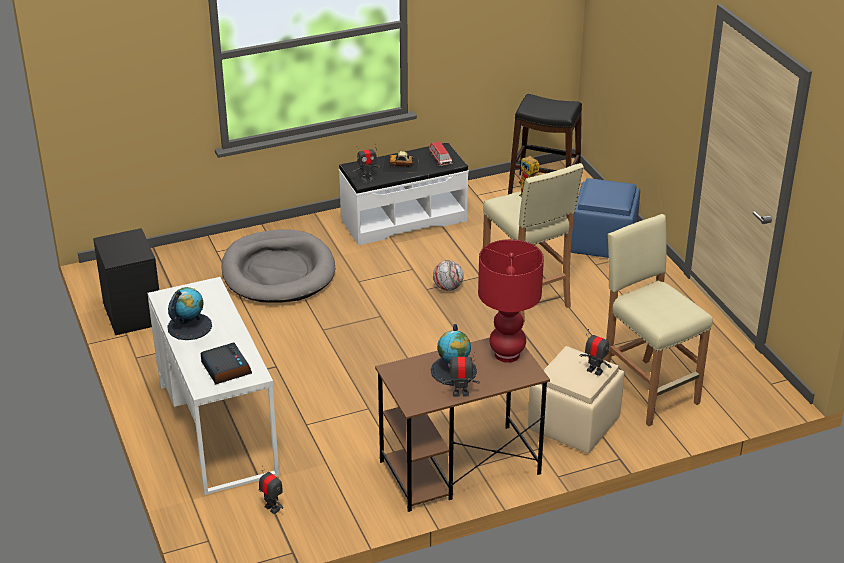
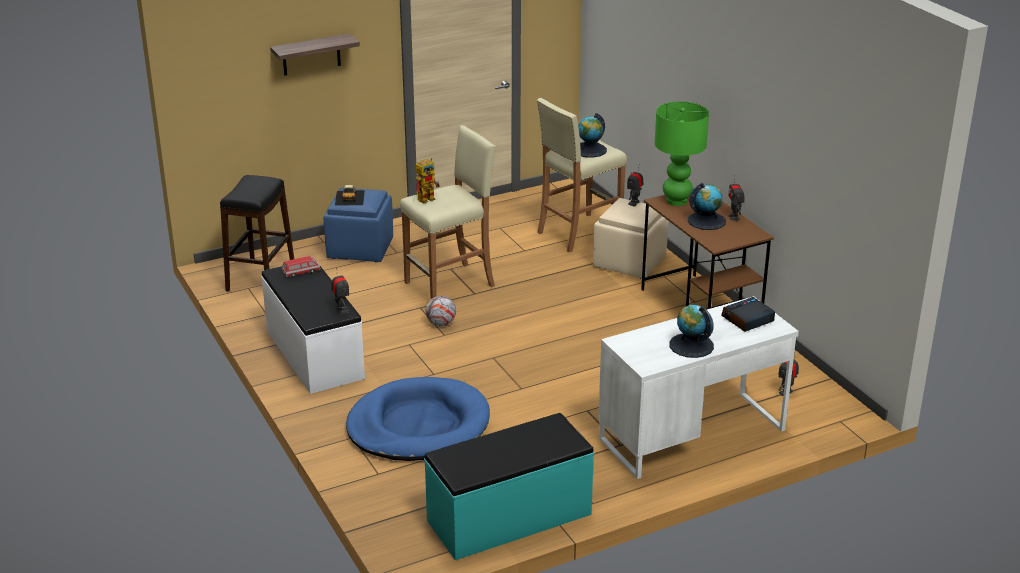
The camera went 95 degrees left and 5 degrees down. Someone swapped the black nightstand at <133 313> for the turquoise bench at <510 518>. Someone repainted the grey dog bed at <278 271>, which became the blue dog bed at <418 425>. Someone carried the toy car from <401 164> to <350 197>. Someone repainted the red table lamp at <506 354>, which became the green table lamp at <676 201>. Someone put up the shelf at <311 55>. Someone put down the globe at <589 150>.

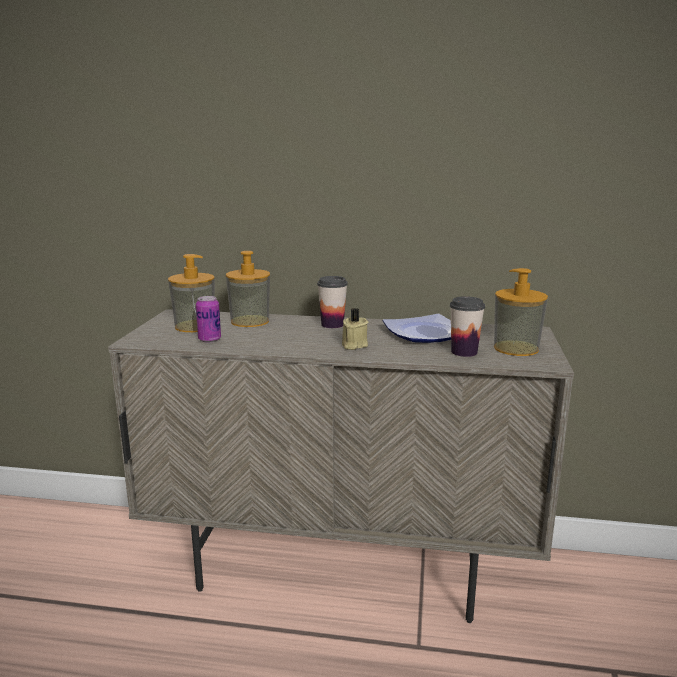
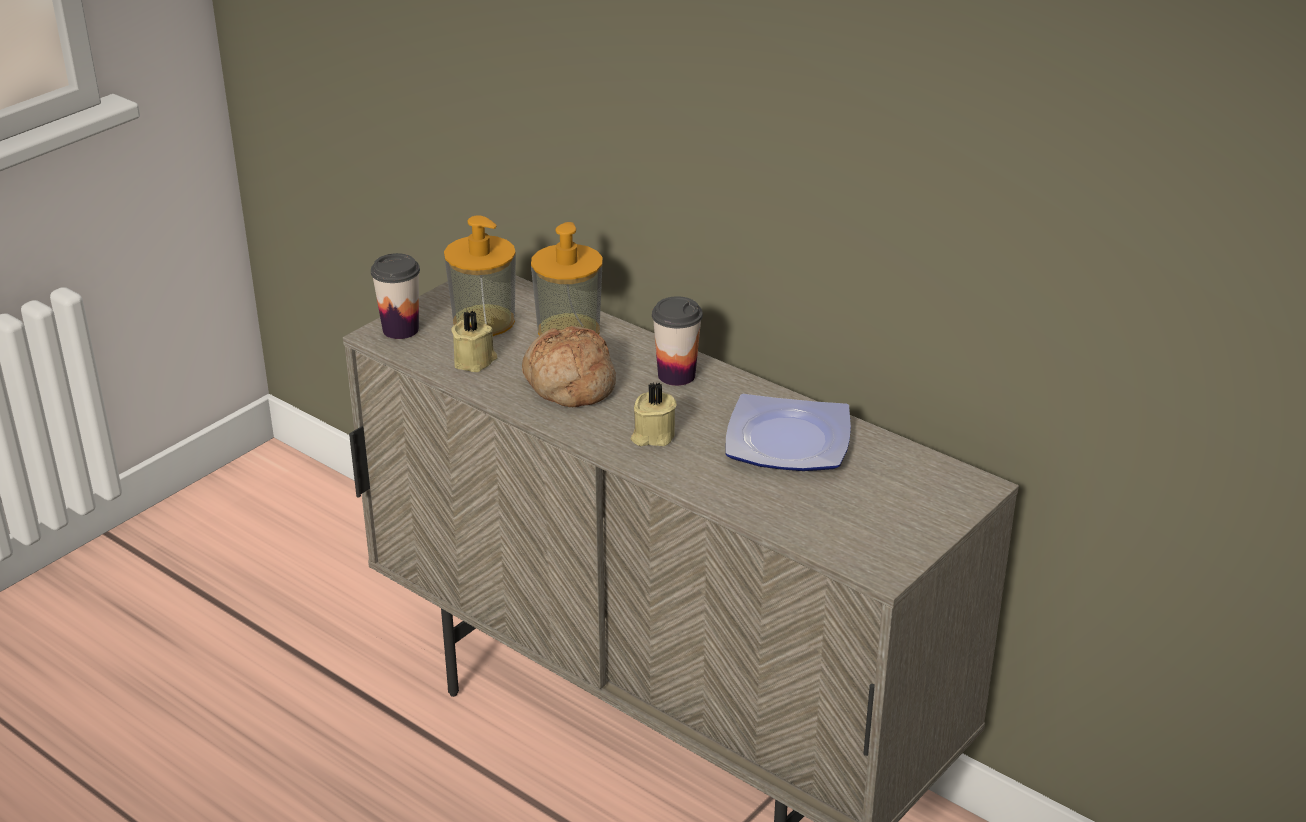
The camera went 30 degrees right and 15 degrees up. Someone swapped the can at <209 339> for the beige candle at <475 361>. Someone carried the cup from <464 352> to <400 329>. Someone took away the soap dispenser at <516 348>. Someone put down the bread at <568 384>.

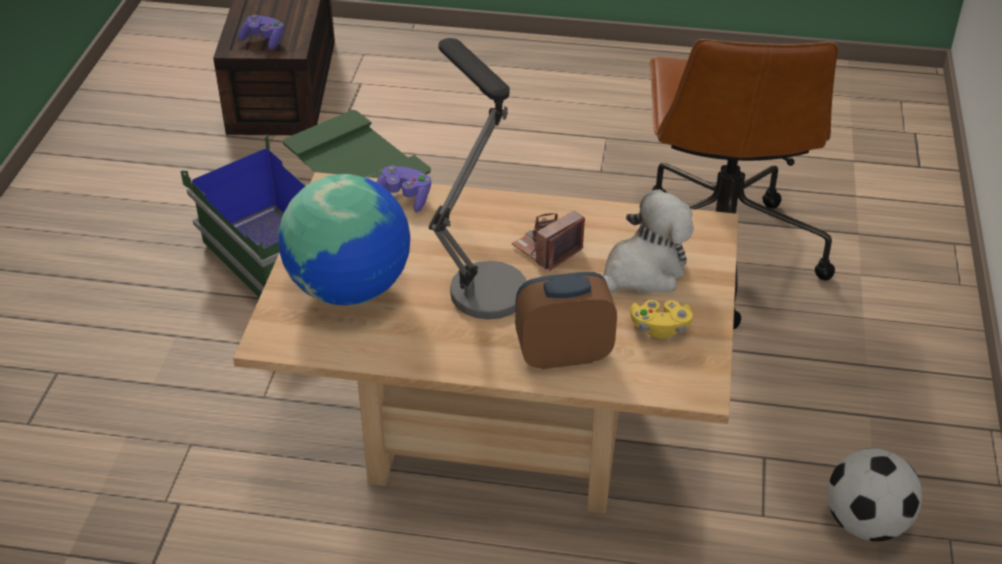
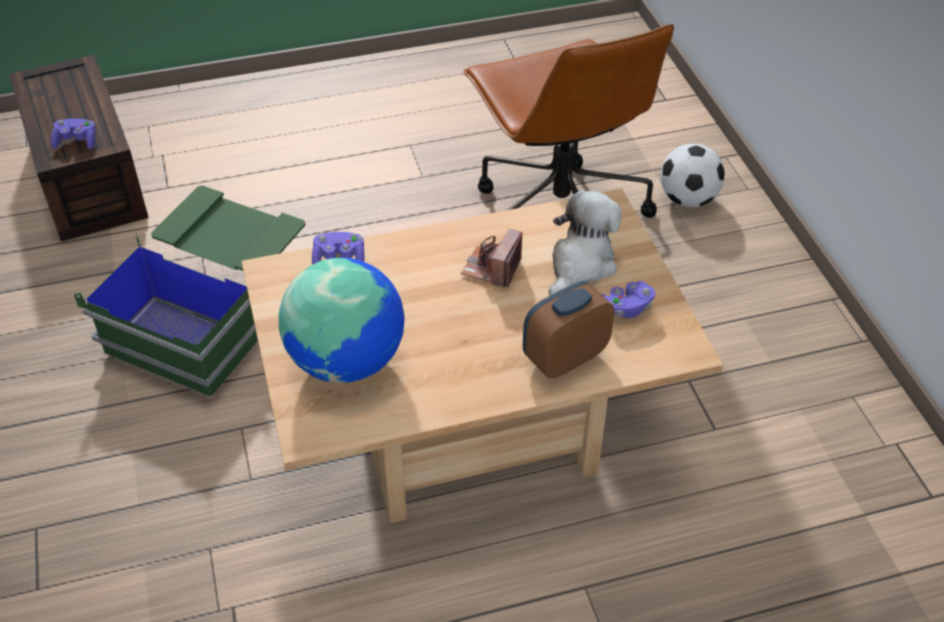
The camera went 25 degrees left and 5 degrees up. Someone took away the table lamp at <480 277>. Someone repainted the yellow game controller at <660 328>, which became the purple game controller at <625 308>. Someone carried the football from <866 523> to <688 199>.

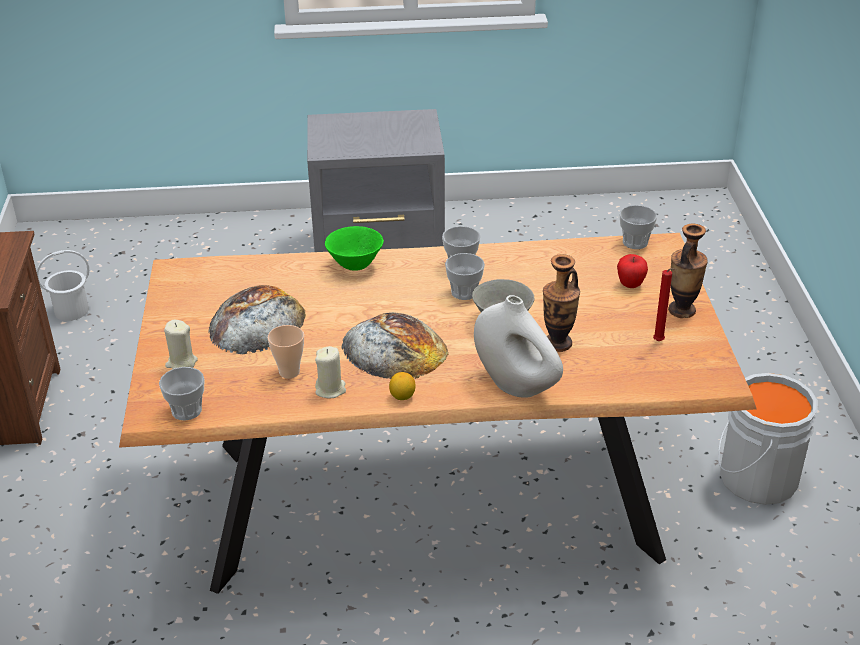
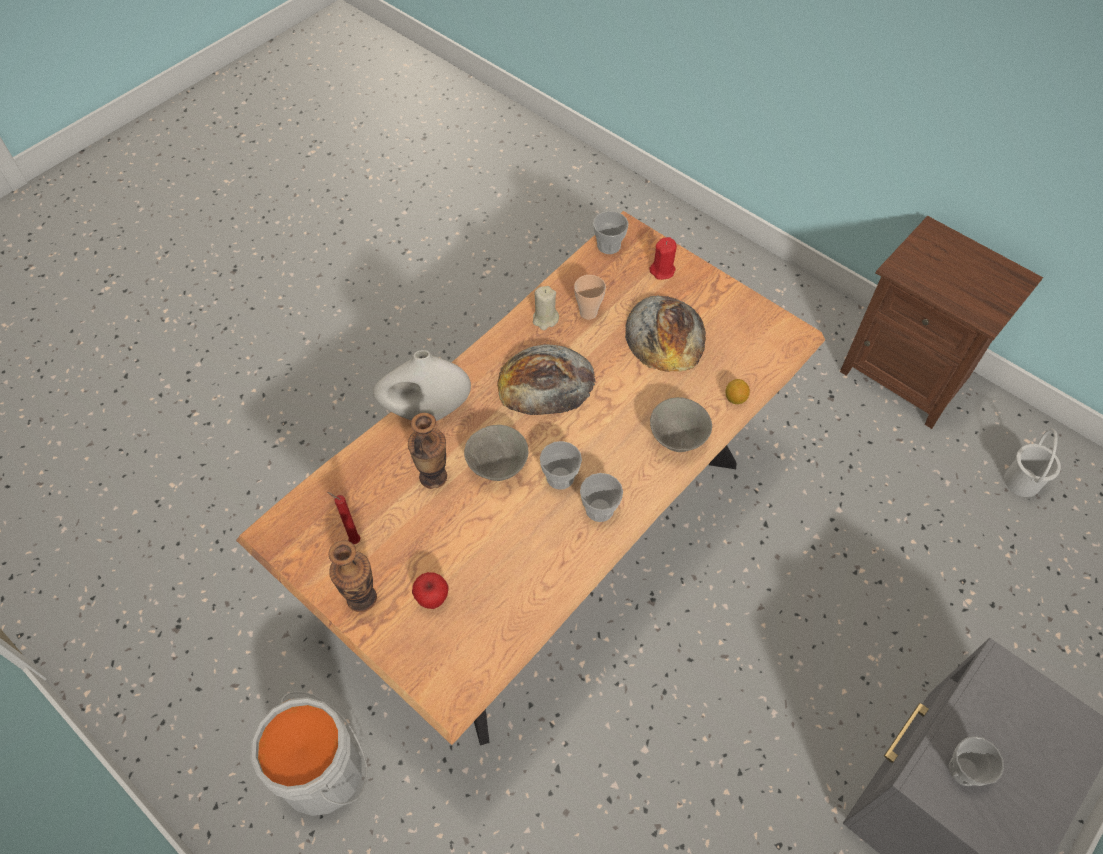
The camera went 135 degrees right and 20 degrees up. Someone repainted the beige candle at <181 363>, which became the red candle at <662 271>. Someone repainted the green bowl at <355 265>, which became the grey bowl at <677 440>. Someone carried the lemon from <402 396> to <735 398>. Someone carried the cup from <635 242> to <964 770>.

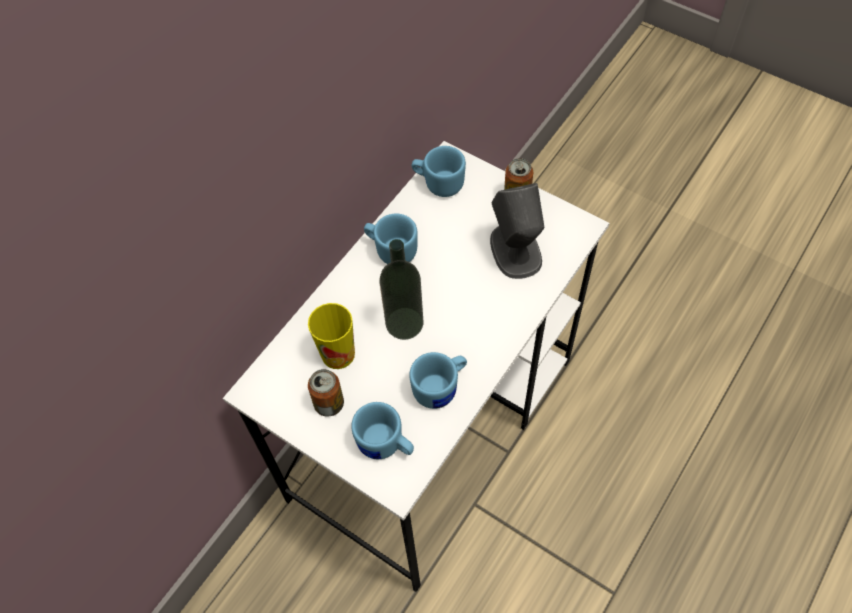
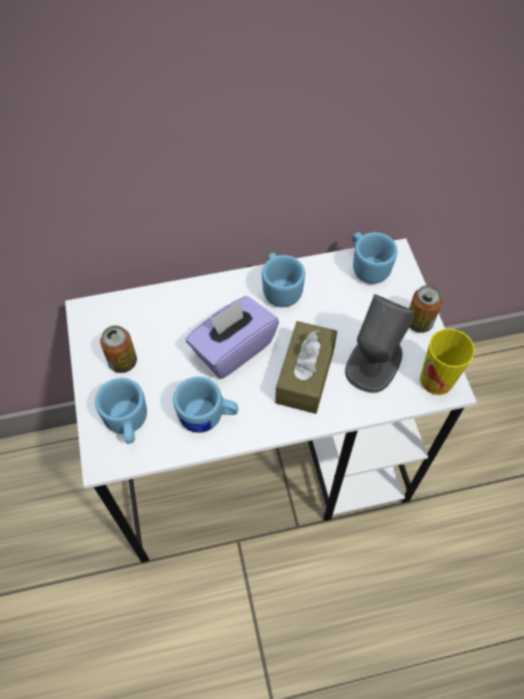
The camera went 40 degrees right and 0 degrees up. Someone carried the cup from <338 354> to <436 380>. Someone swapped the bottle at <404 323> for the purple tissue box at <233 349>. Someone put down the brown tissue box at <305 375>.

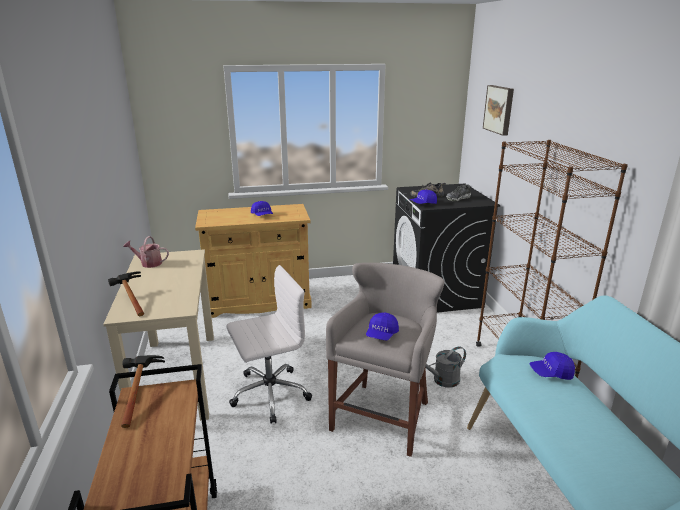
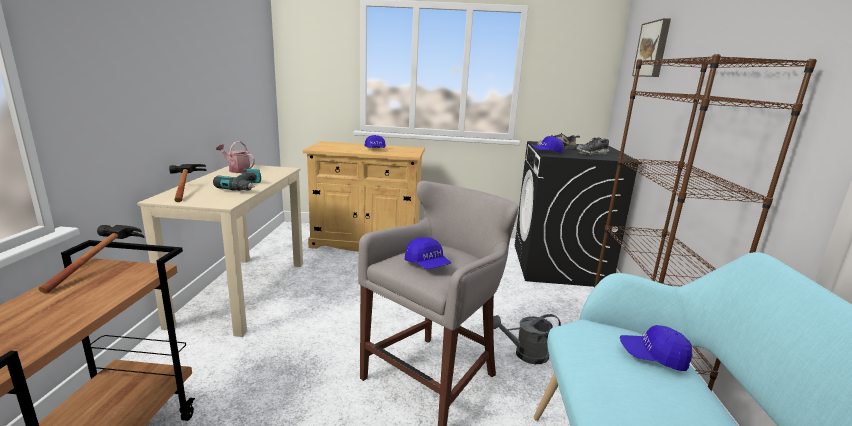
The camera went 15 degrees right and 5 degrees down. Someone took away the white office chair at <269 394>. Someone rotated the blue cap at <381 335> by 75 degrees counterclockwise. Someone put down the power drill at <244 187>.

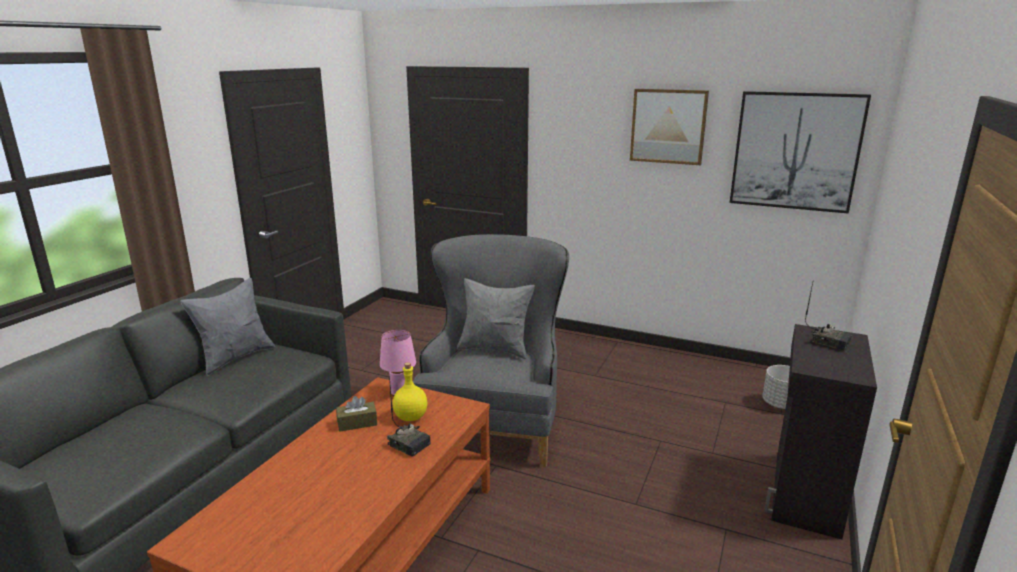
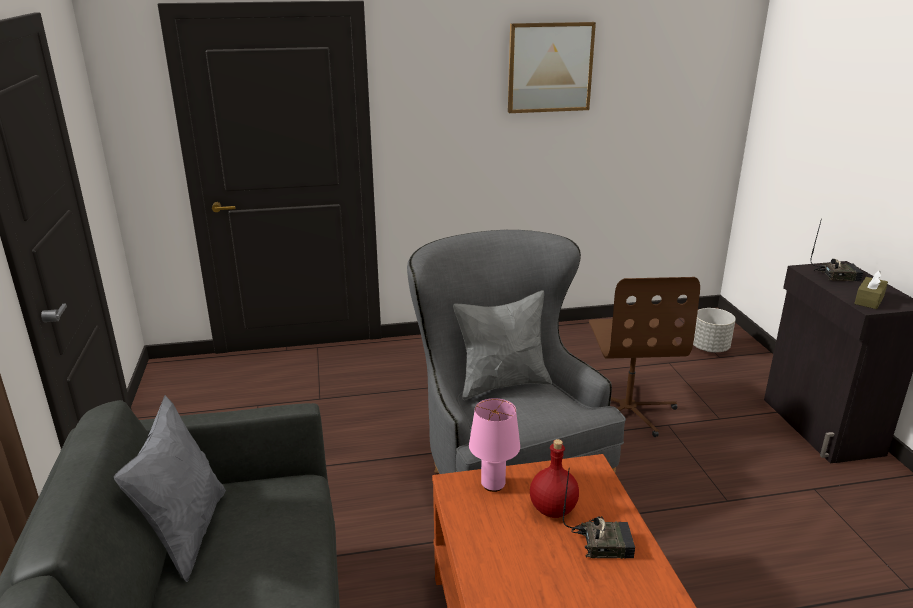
The camera went 35 degrees left and 5 degrees up. Someone carried the brown tissue box from <357 423> to <869 300>. Someone repainted the yellow bottle at <410 417>, which became the red bottle at <553 510>. Someone took away the picture at <795 151>. Someone put down the brown office chair at <628 410>.

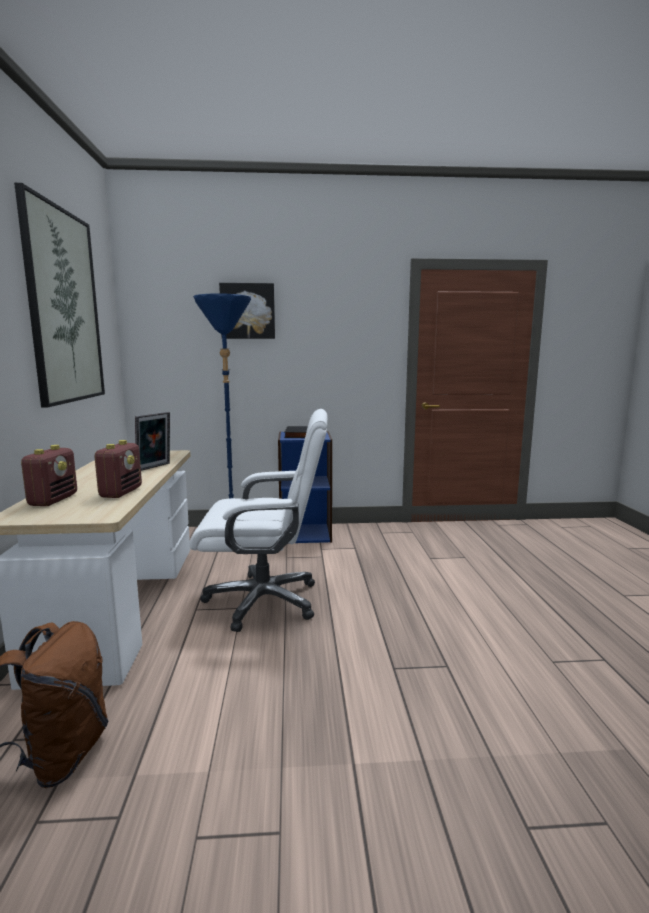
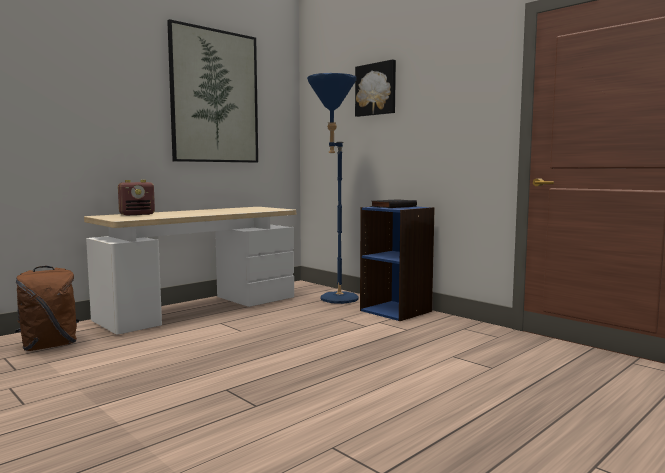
The camera went 50 degrees right and 5 degrees down. Someone took away the radio at <121 492>. Someone took away the picture frame at <155 467>. Someone took away the white office chair at <264 600>.

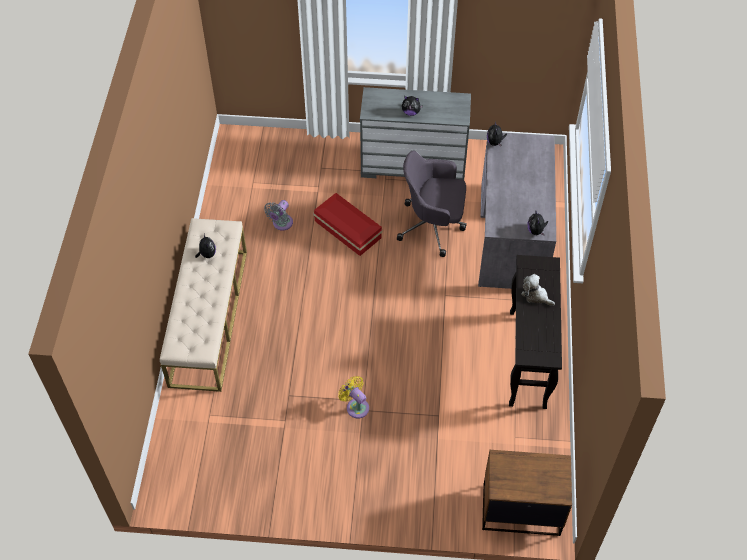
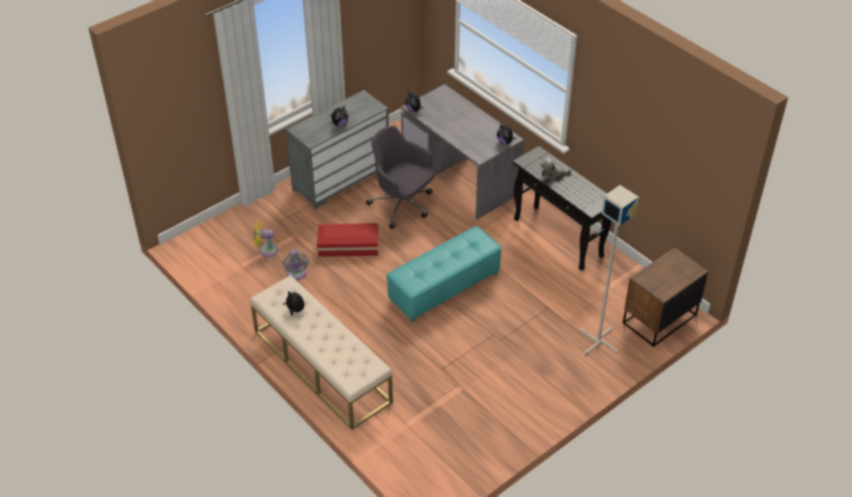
The camera went 45 degrees left and 10 degrees down. Someone carried the yellow fan from <356 406> to <266 250>. Someone rotated the grey office chair at <433 226> by 75 degrees clockwise. Someone put down the turquoise ottoman at <444 287>. Someone put down the grey floor lamp at <598 340>.

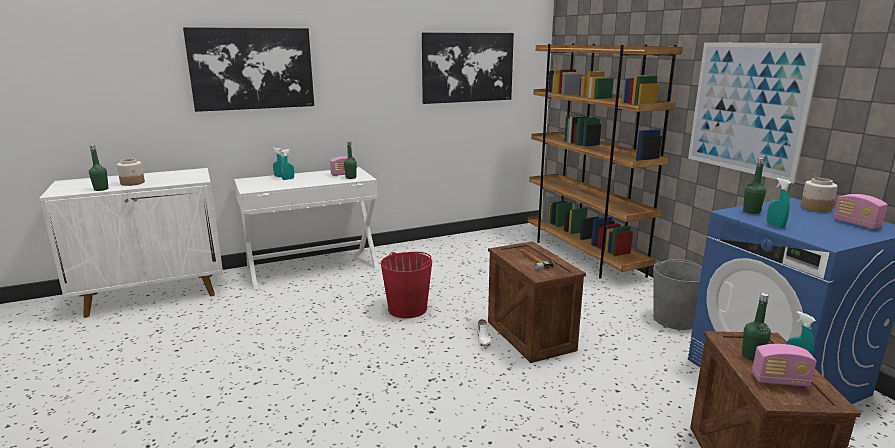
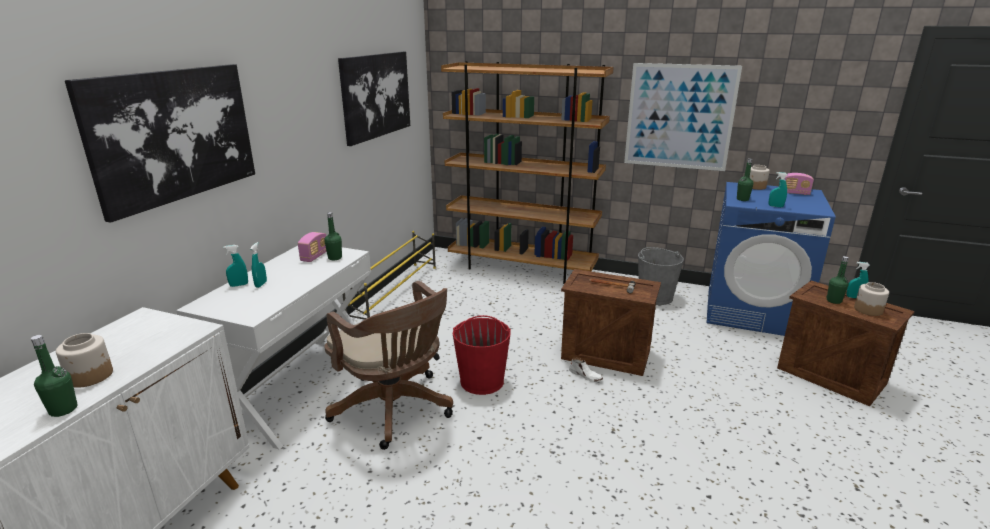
The camera went 45 degrees left and 5 degrees up. Someone swapped the radio at <780 381> for the jar at <868 310>. Someone put down the brown office chair at <395 410>. Someone put down the yellow shoe rack at <395 291>.

